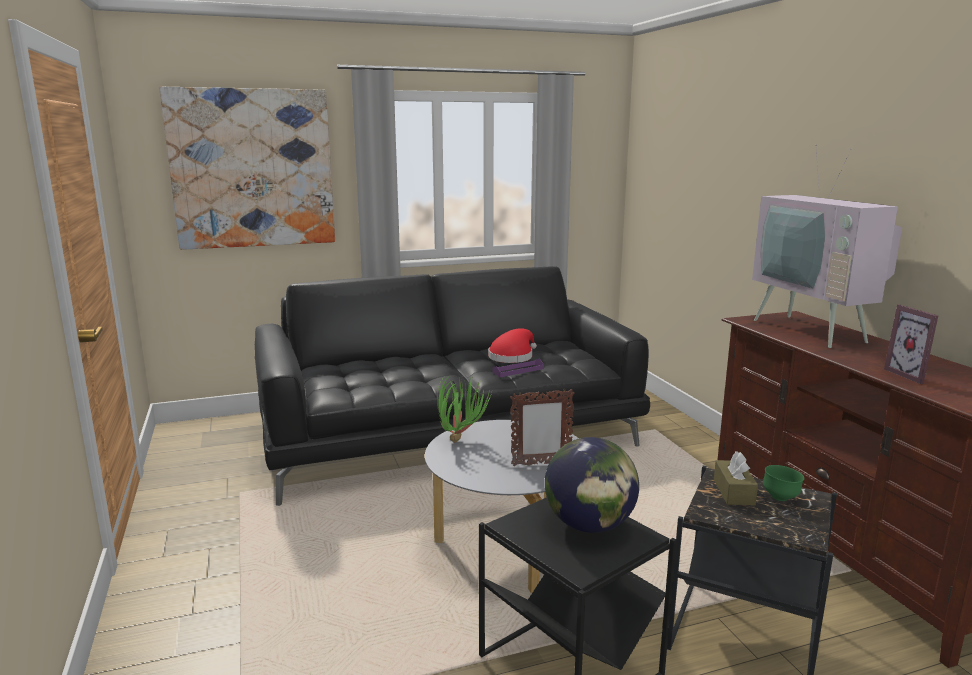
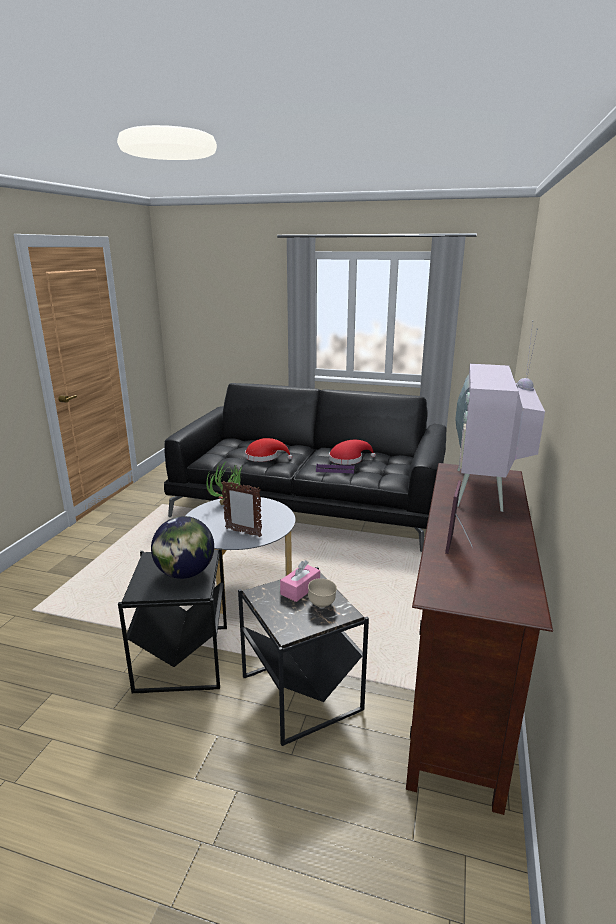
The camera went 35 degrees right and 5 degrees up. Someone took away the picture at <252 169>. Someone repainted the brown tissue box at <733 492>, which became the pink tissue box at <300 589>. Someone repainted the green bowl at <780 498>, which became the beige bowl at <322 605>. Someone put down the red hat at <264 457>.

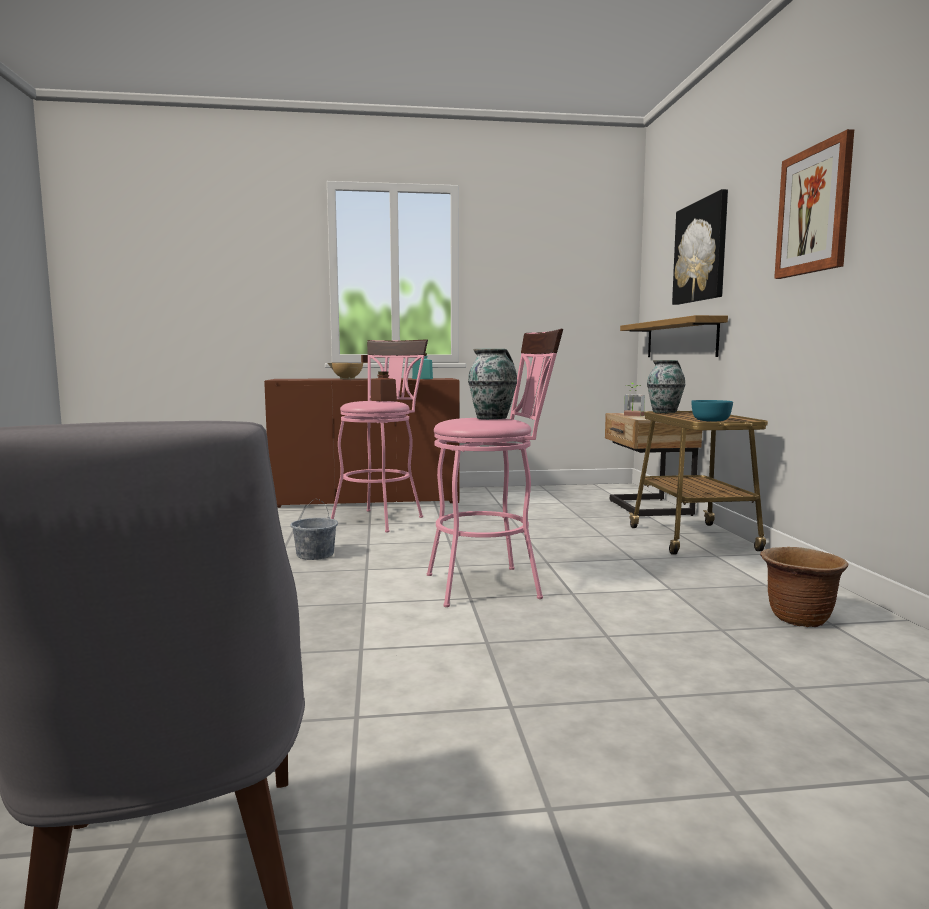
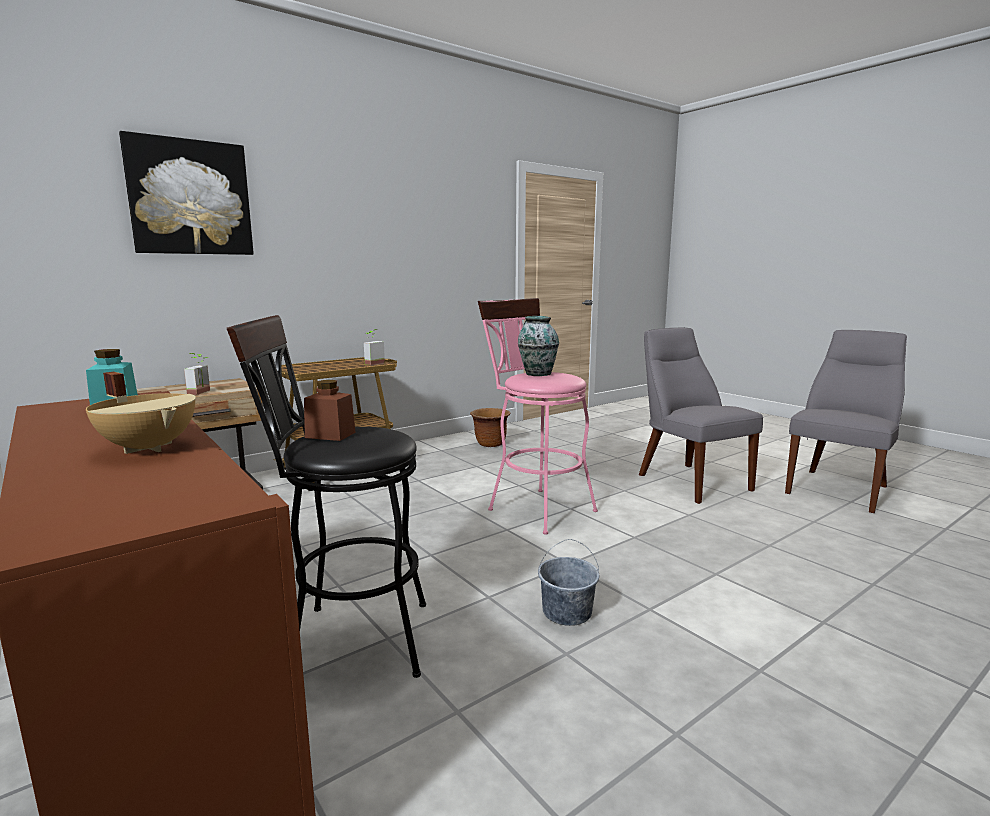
The camera went 120 degrees left and 5 degrees up. Someone repainted the pink stool at <381 519>, which became the black stool at <348 640>. Someone took away the shelf at <680 339>. Someone took away the vase at <665 412>. Someone swapped the turquoise bowl at <710 420> for the potted plant at <372 363>. Someone took away the picture at <814 210>. Someone put down the grey chair at <689 481>.

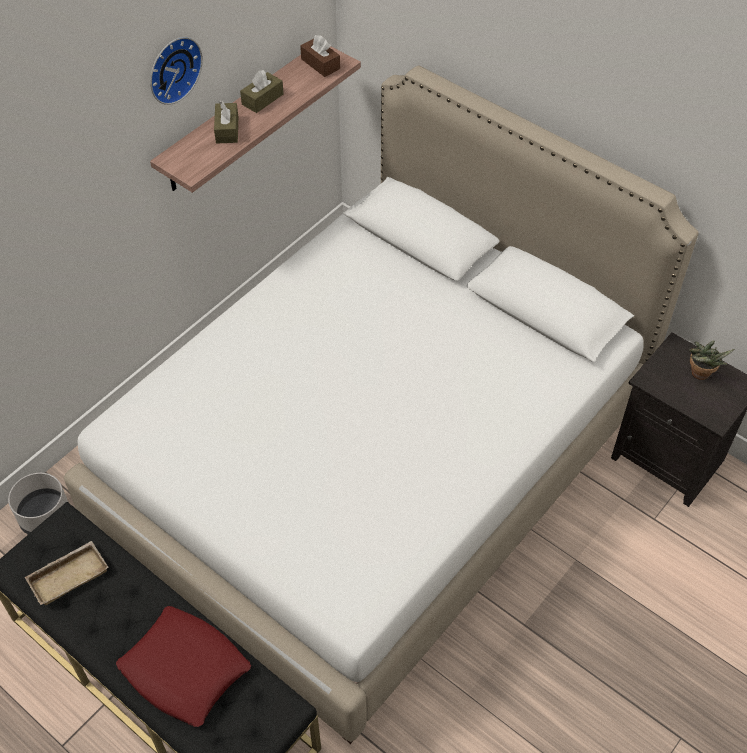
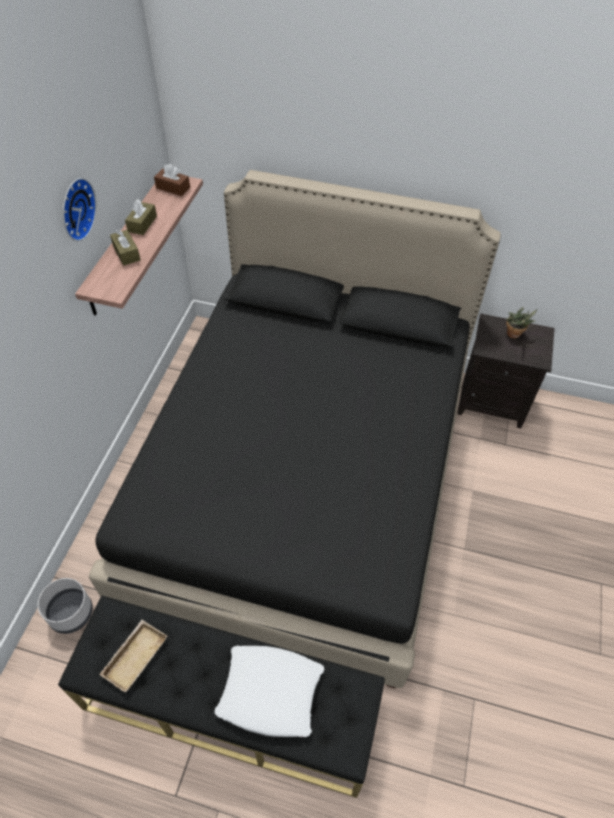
The camera went 25 degrees left and 0 degrees up. Someone repainted the white bed at <374 466>, which became the black bed at <305 477>. Someone repainted the red pillow at <185 670>, which became the white pillow at <270 692>.

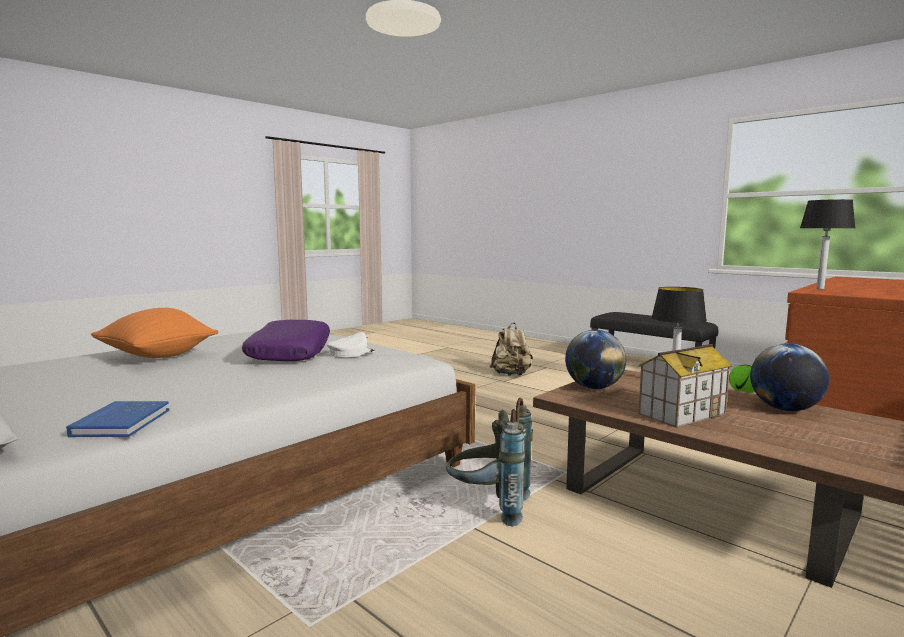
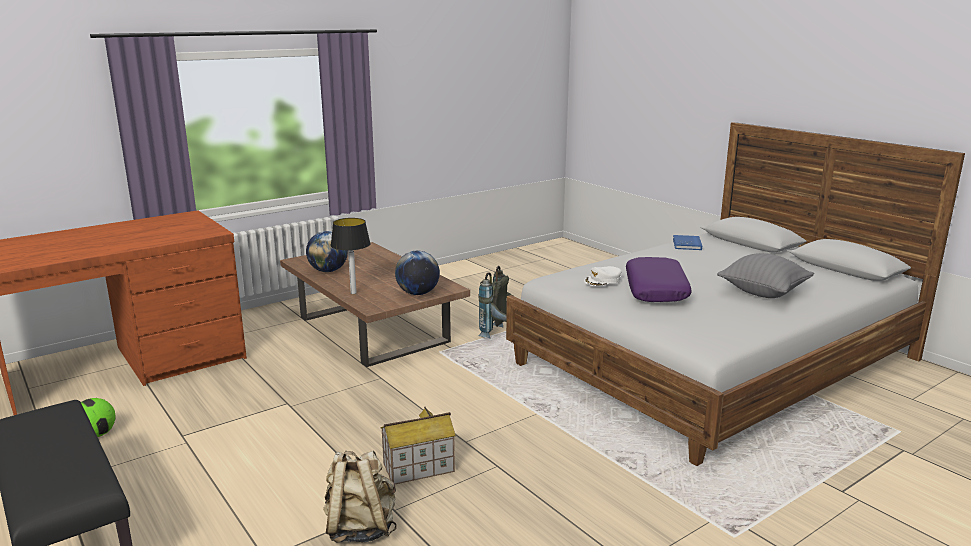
The camera went 170 degrees left and 10 degrees up. Someone repainted the orange pillow at <157 357>, which became the grey pillow at <763 292>. Someone carried the toy house from <682 413> to <418 468>. Someone took away the table lamp at <820 288>.

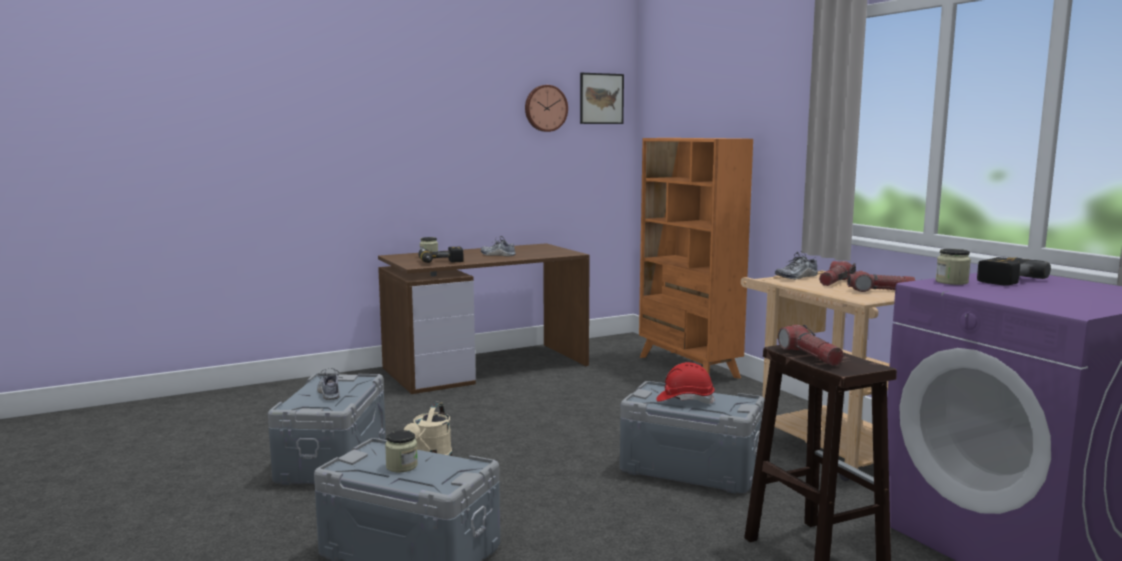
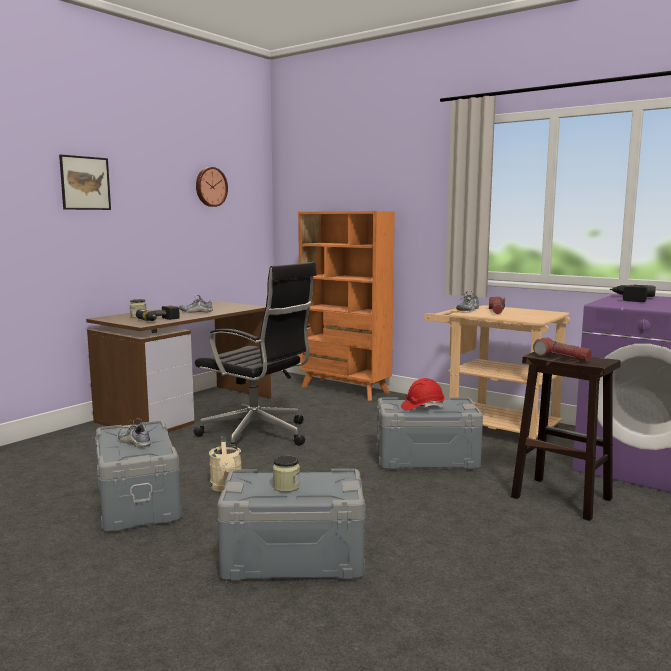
The camera went 25 degrees left and 0 degrees up. Someone carried the picture from <601 98> to <85 183>. Someone took away the flashlight at <880 291>. Someone took away the jar at <951 282>. Someone put down the black office chair at <258 435>.

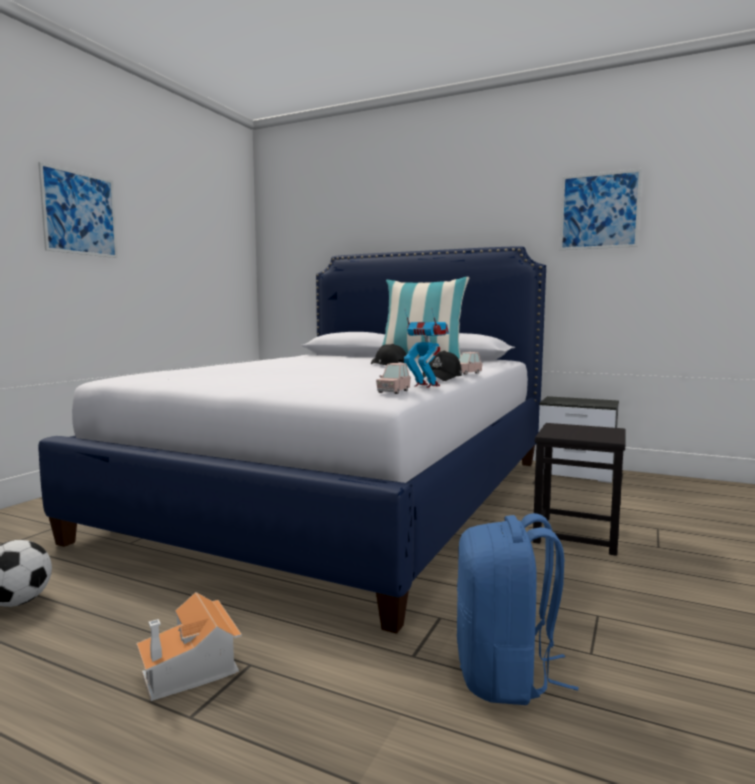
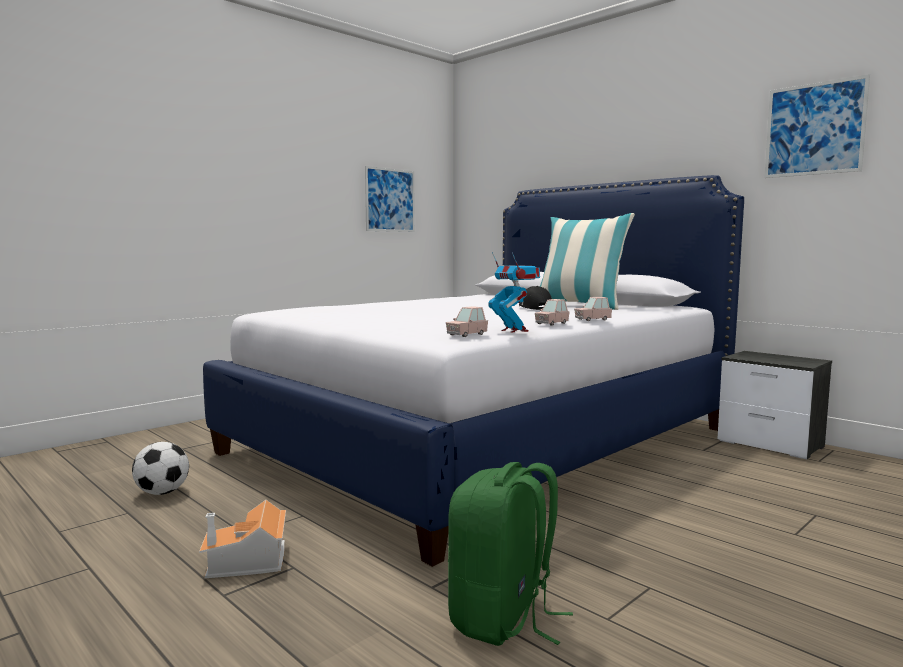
The camera went 20 degrees right and 0 degrees up. Someone carried the picture from <80 213> to <390 200>. Someone swapped the black cap at <442 378> for the pink toy car at <551 324>. Someone repainted the blue backpack at <505 674>, which became the green backpack at <503 618>. Someone took away the black stool at <577 534>.

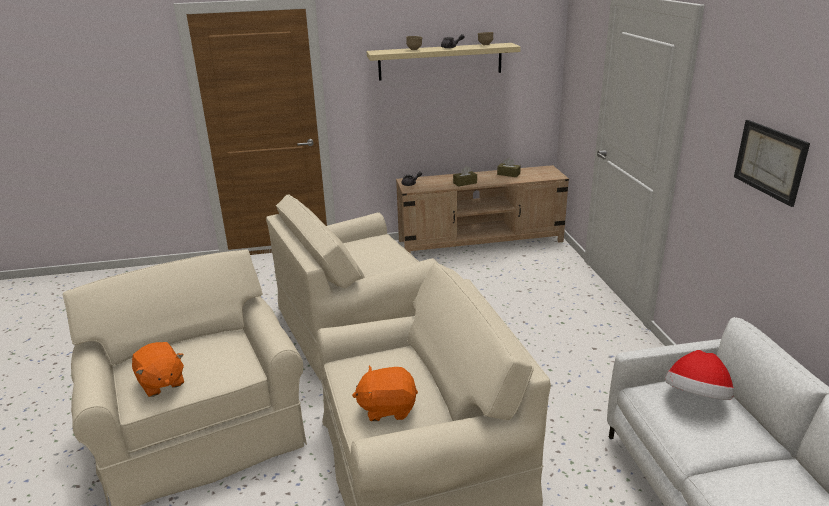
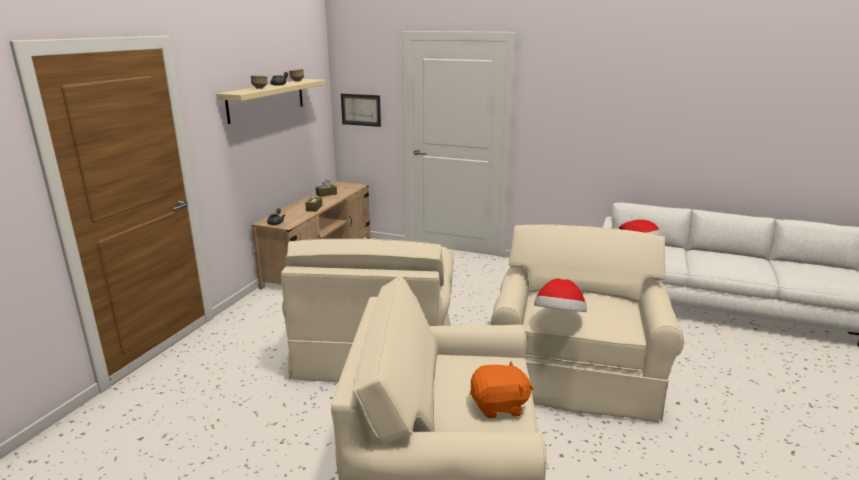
The camera went 60 degrees left and 5 degrees down. Someone took away the orange plush toy at <387 408>. Someone carried the picture from <770 161> to <361 110>. Someone put down the hat at <559 318>.

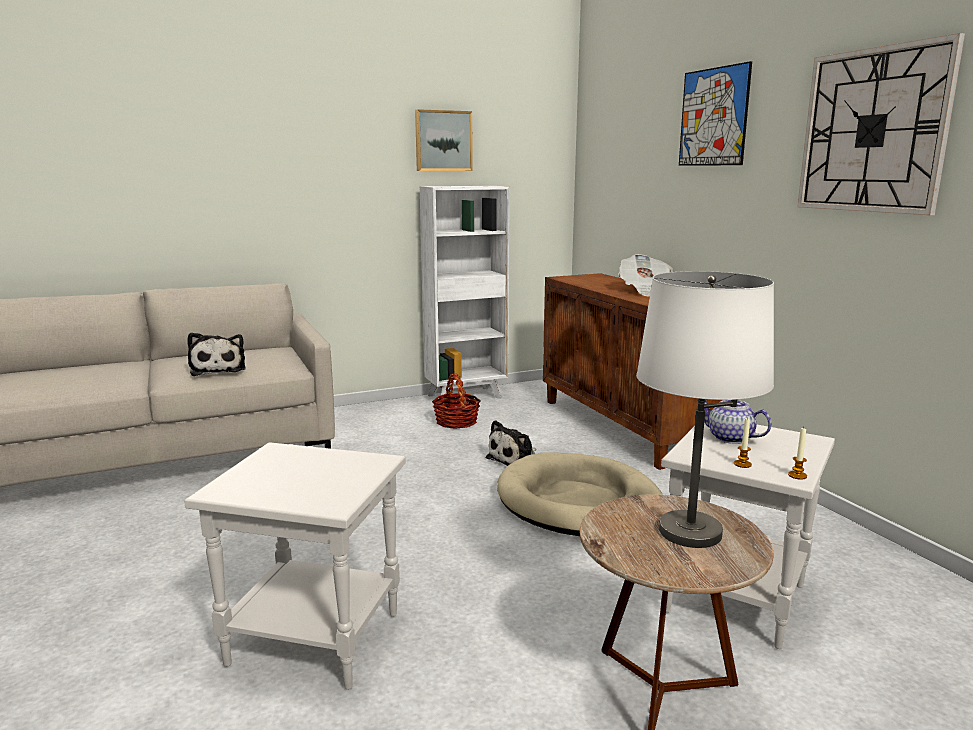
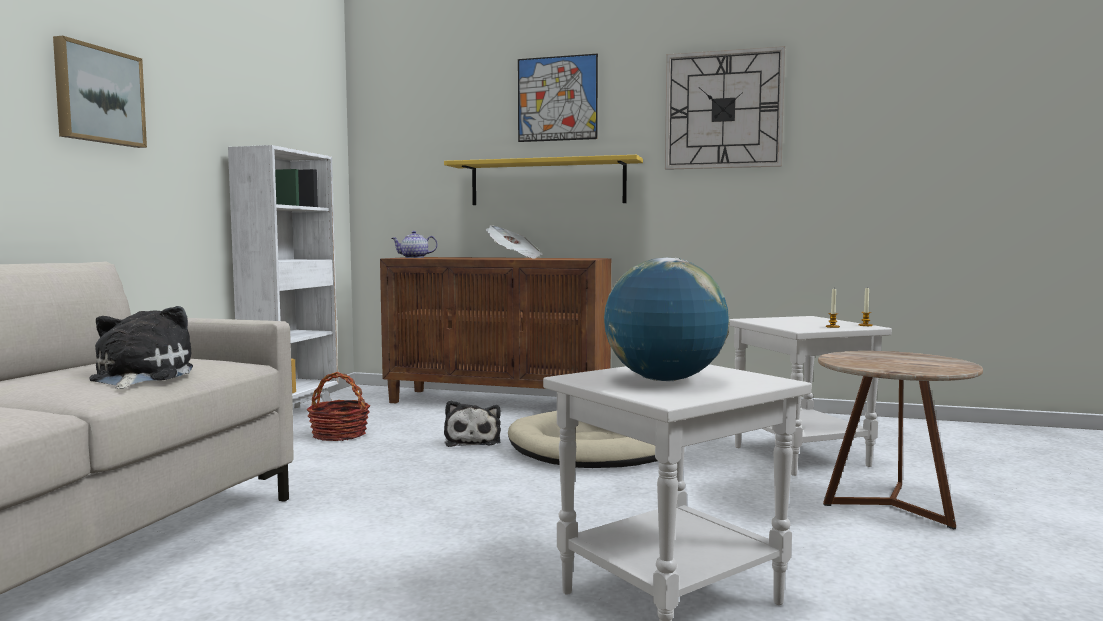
The camera went 50 degrees left and 10 degrees down. Someone rotated the plush toy at <218 369> by 120 degrees counterclockwise. Someone carried the picture from <443 141> to <98 95>. Someone took away the white table lamp at <690 533>. Someone carried the teapot from <730 438> to <414 257>. Someone put up the yellow shelf at <547 182>. Someone put down the globe at <664 380>.

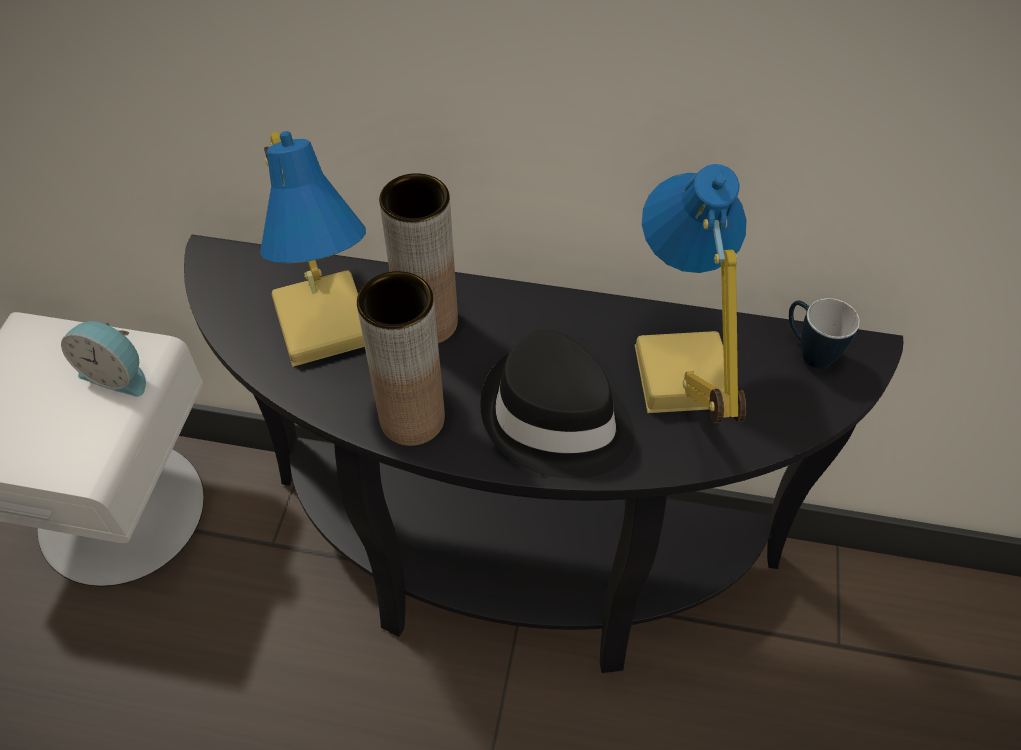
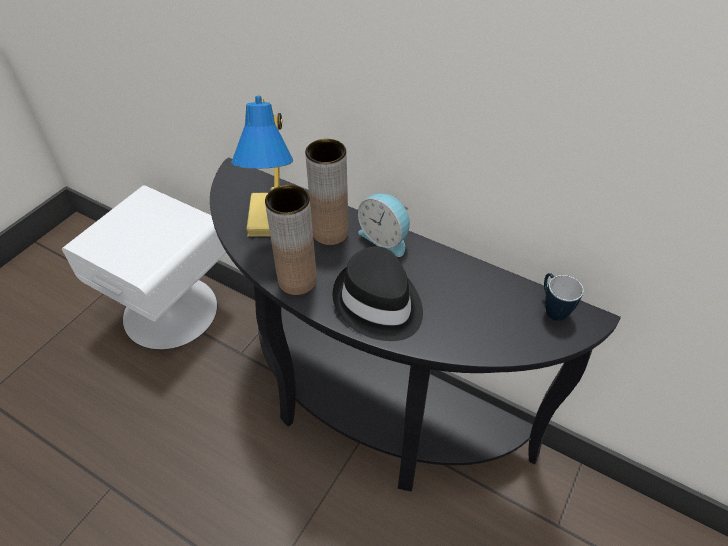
The camera went 20 degrees right and 5 degrees down. Someone carried the alarm clock from <117 374> to <385 238>. Someone took away the table lamp at <678 377>.

